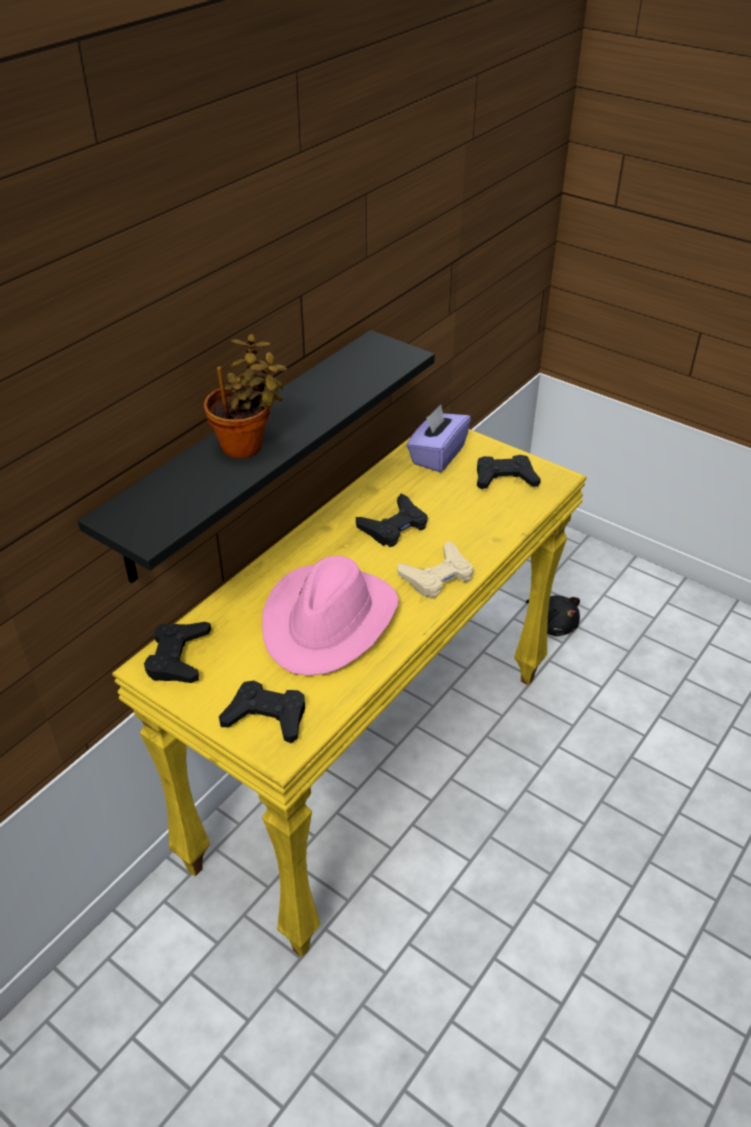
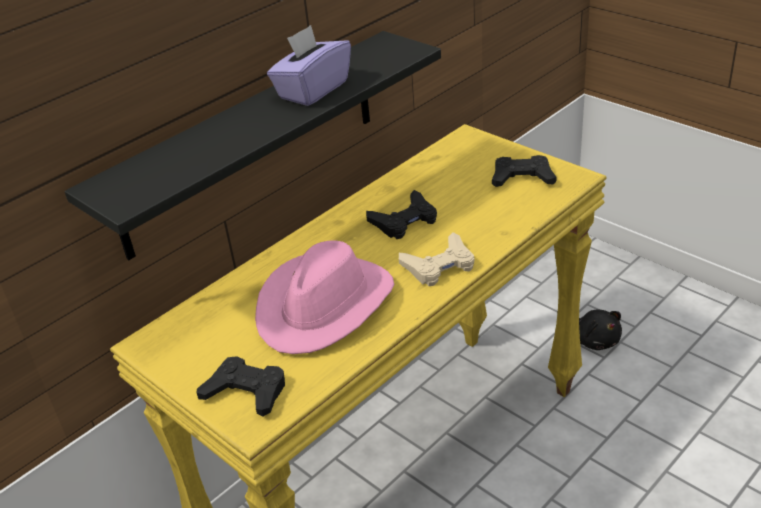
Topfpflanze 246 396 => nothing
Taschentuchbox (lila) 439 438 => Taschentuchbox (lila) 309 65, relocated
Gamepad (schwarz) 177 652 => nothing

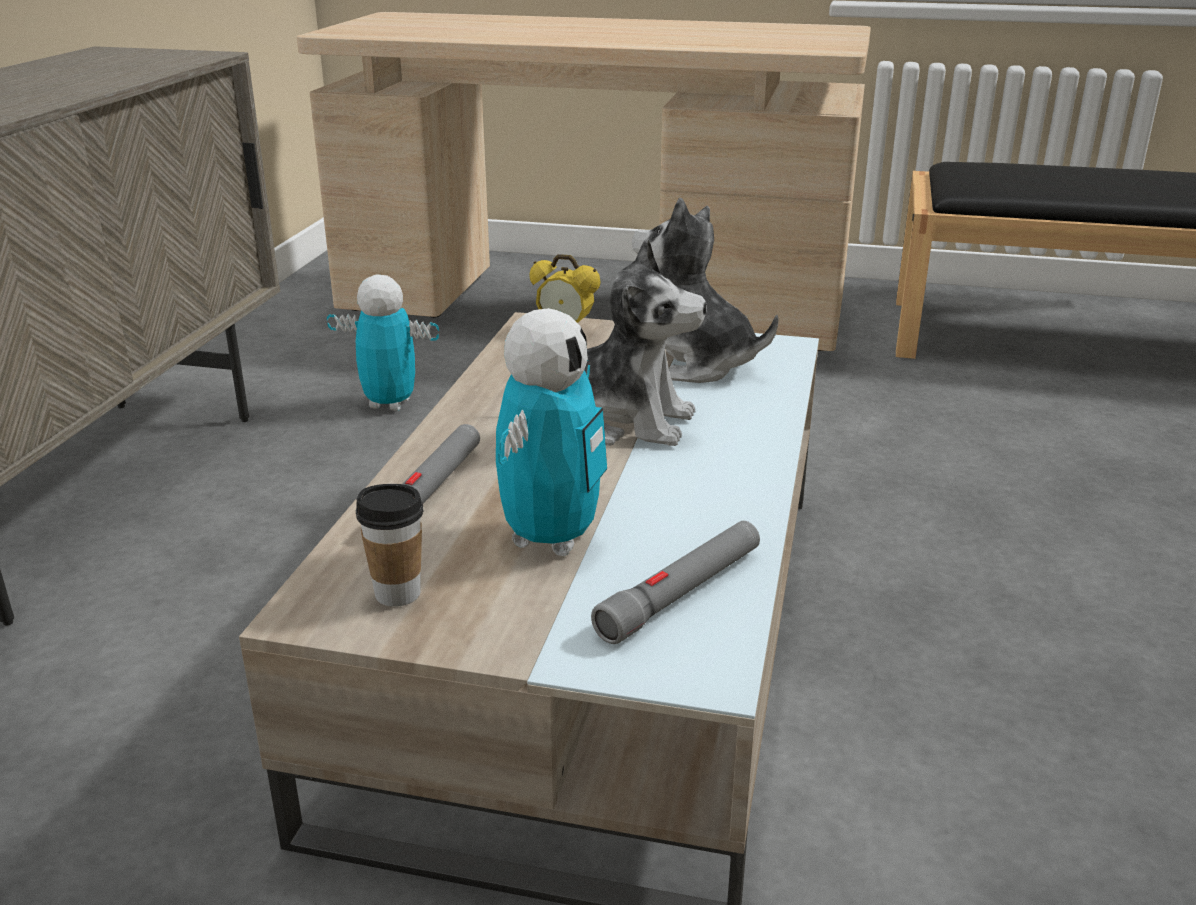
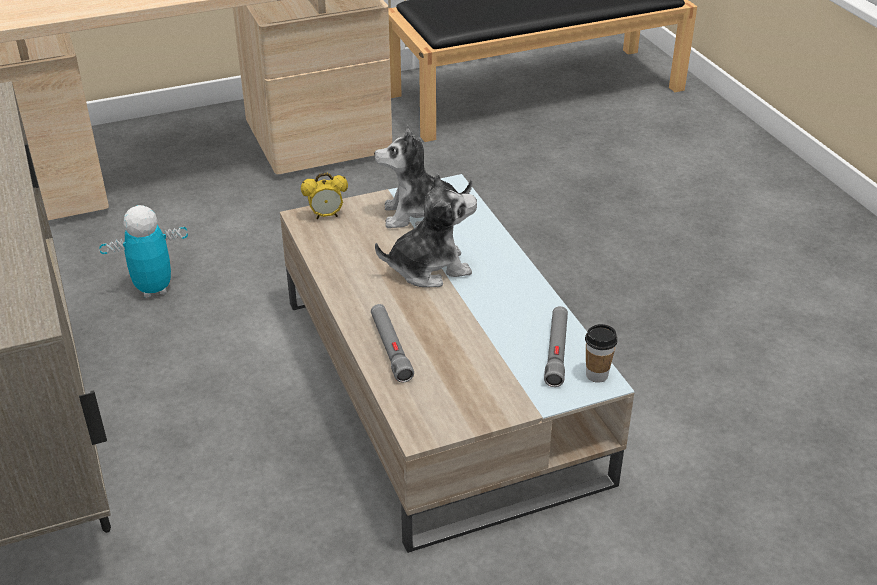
Spielzeugroboter 551 432 => nothing
Tasse 390 545 => Tasse 601 353, relocated

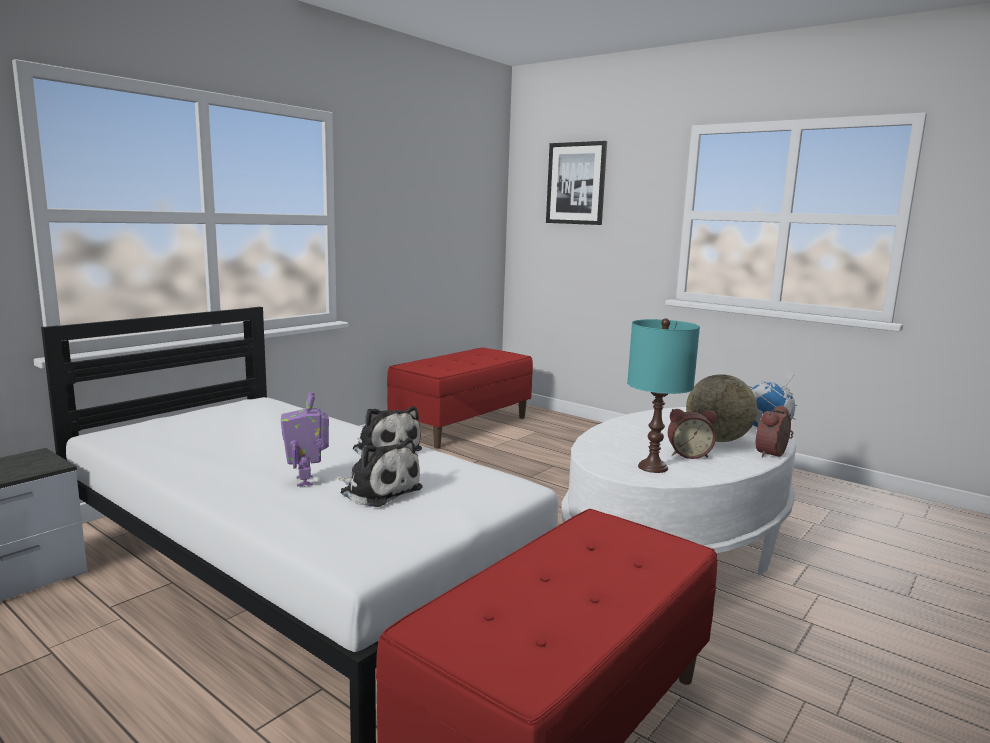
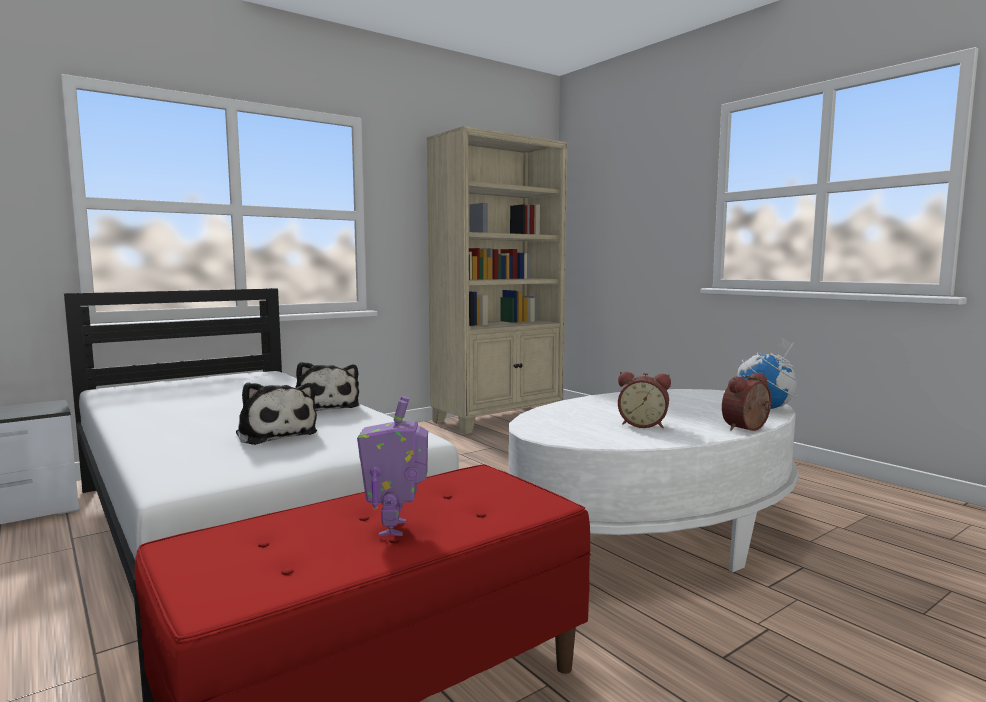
Bild 576 183 => nothing
Tischlampe (türkis) 663 395 => nothing
Bank (rot) 460 398 => Bücherregal (beige) 496 280
Globus 721 408 => nothing
Spielzeugroboter 305 439 => Spielzeugroboter 392 466, relocated

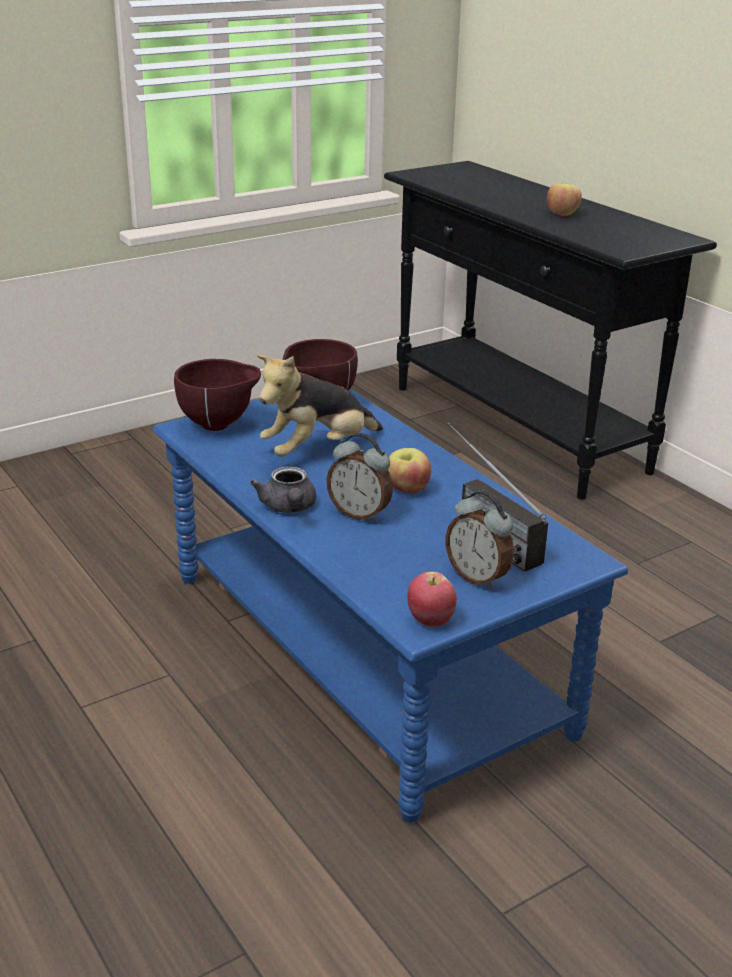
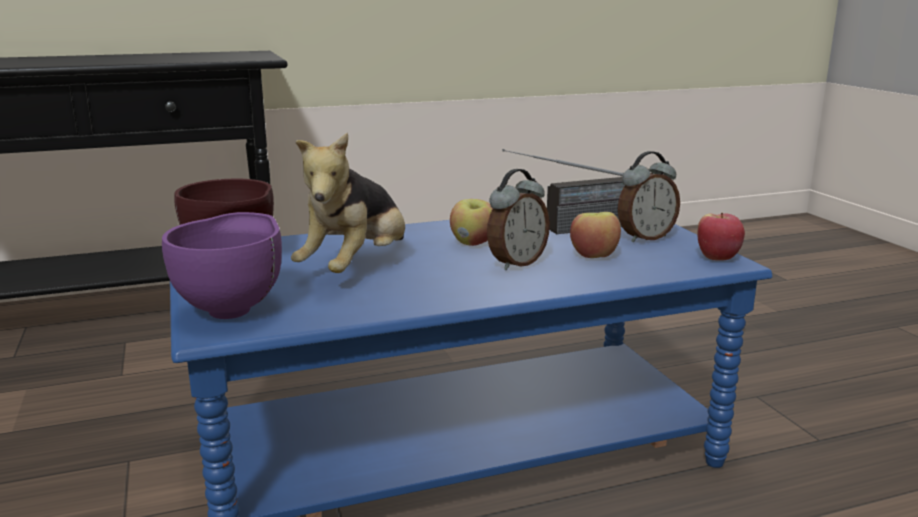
Apfel 564 199 => Apfel 595 235, relocated
Plüschtier 320 406 => Plüschtier 348 203, 45 degrees clockwise
Schüssel (braun) 217 395 => Schüssel (lila) 222 265
Teekanne (grau) 283 489 => nothing

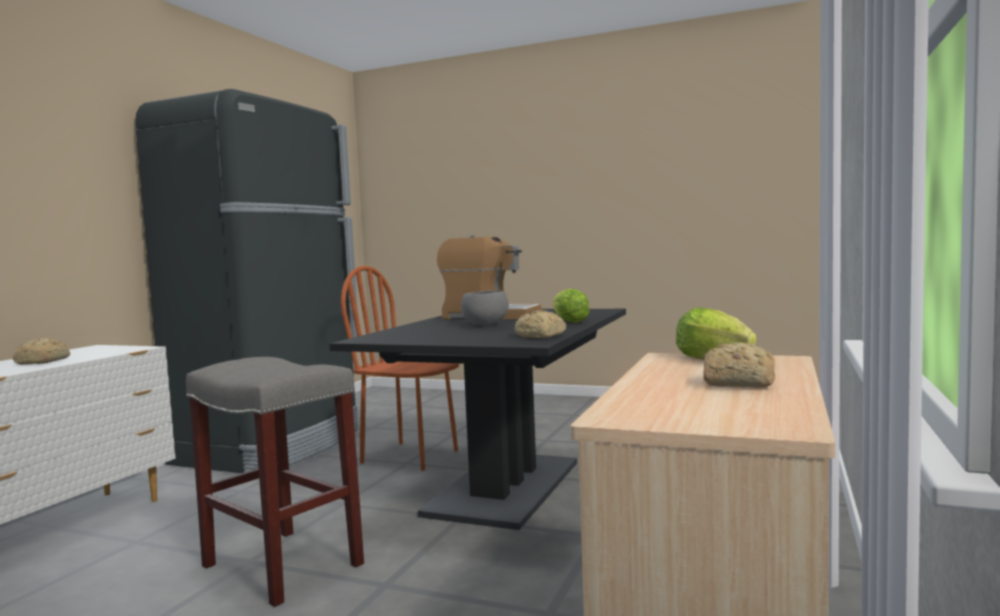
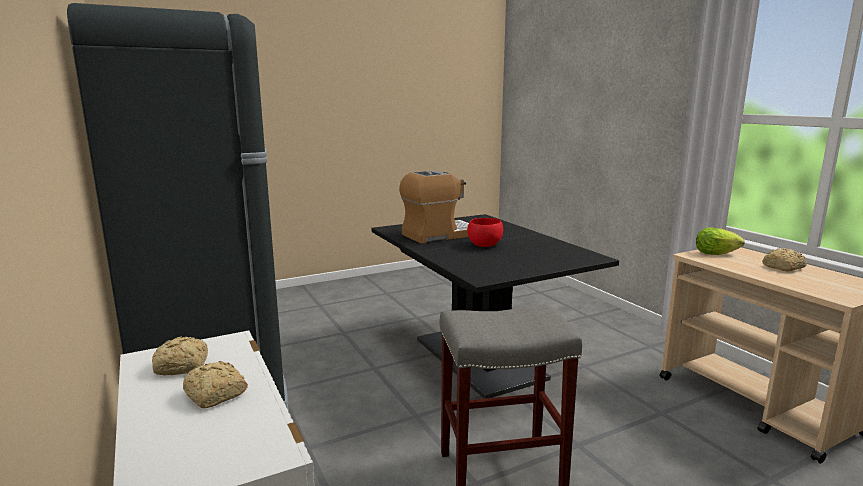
Stuhl (braun) 400 368 => nothing
Salatkopf 571 306 => nothing
Schüssel (grau) 485 308 => Schüssel (rot) 485 232
Brot 540 324 => Brot 180 355, relocated

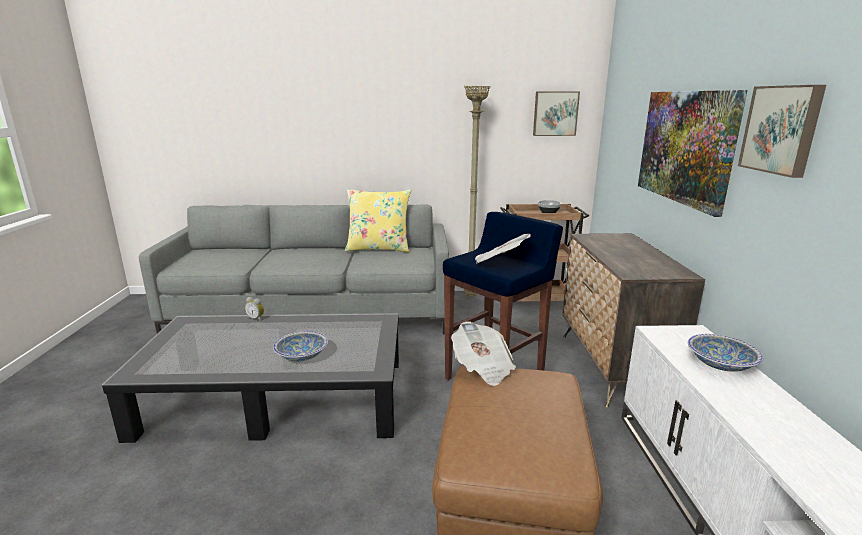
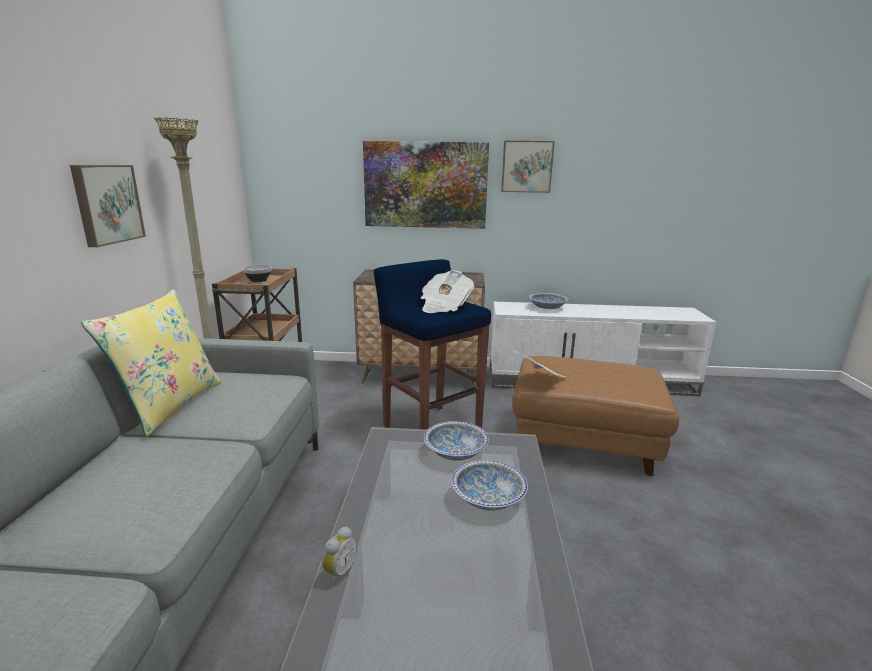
Bild 556 114 => Bild 108 206, relocated
nothing => Schüssel 456 441

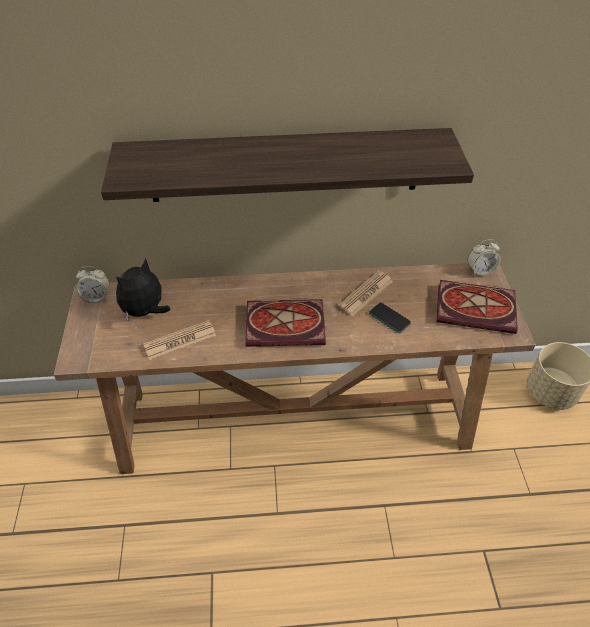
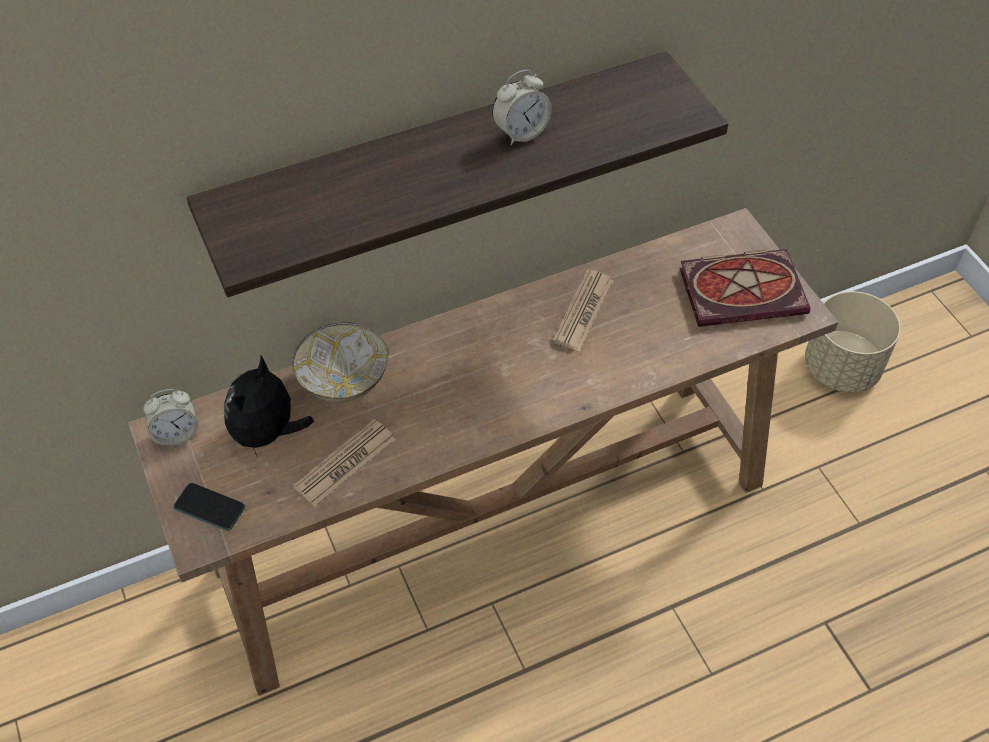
Wecker 484 257 => Wecker 522 107, relocated
Buch 285 323 => nothing
Handy 390 318 => Handy 209 507, relocated
nothing => Schüssel 340 362

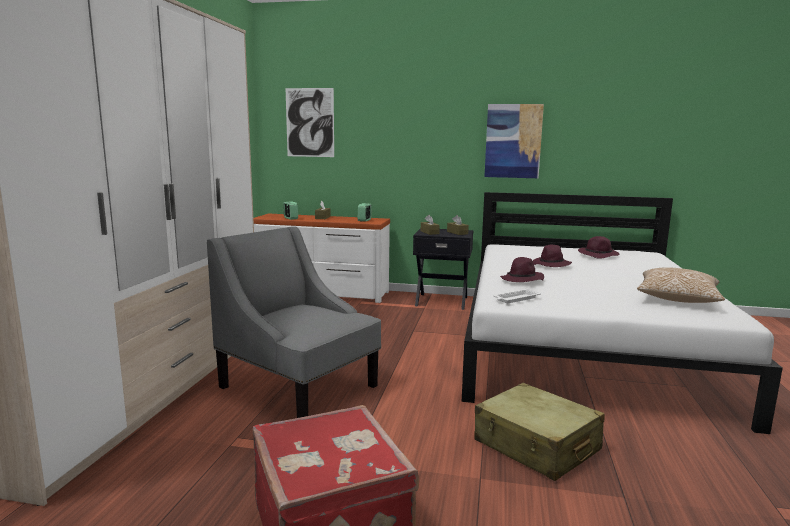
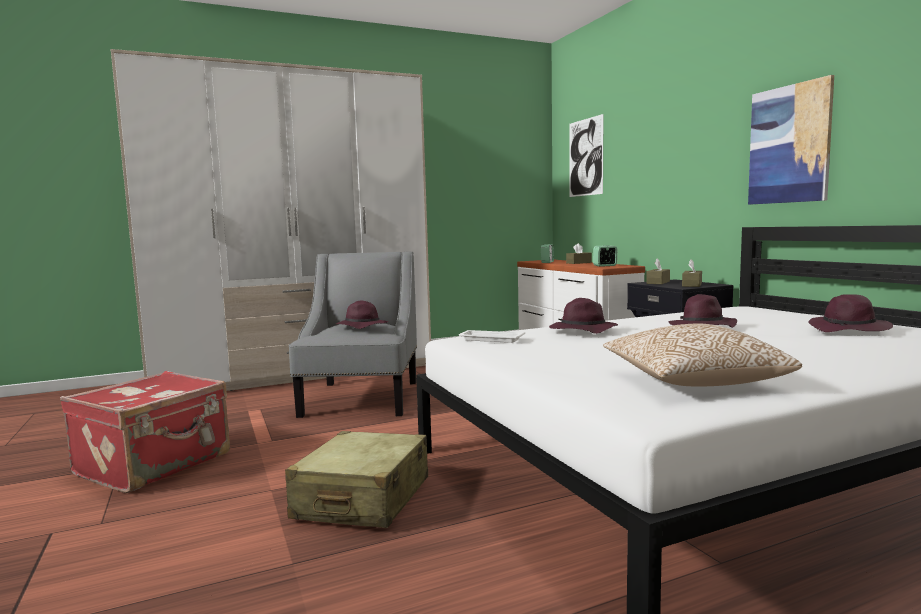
nothing => Hut (lila) 362 315

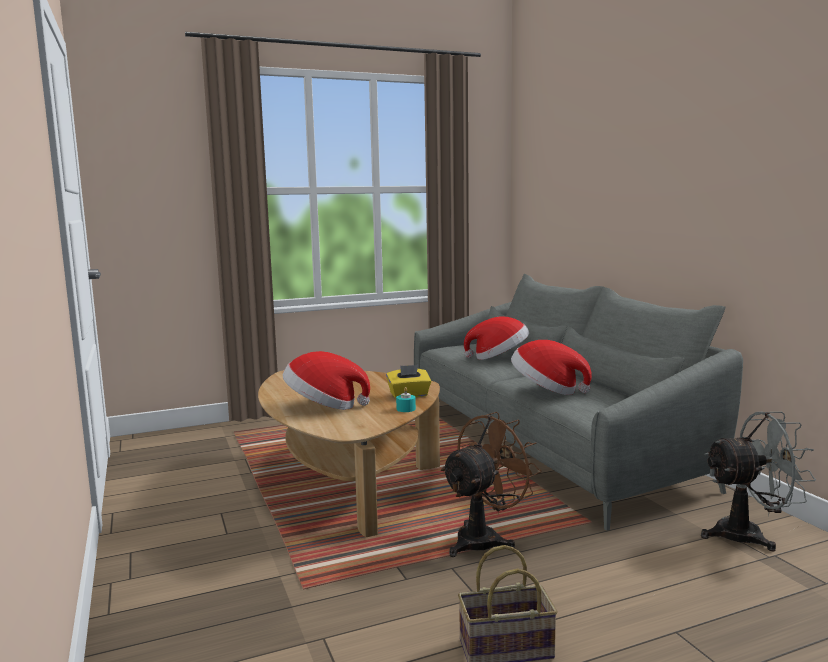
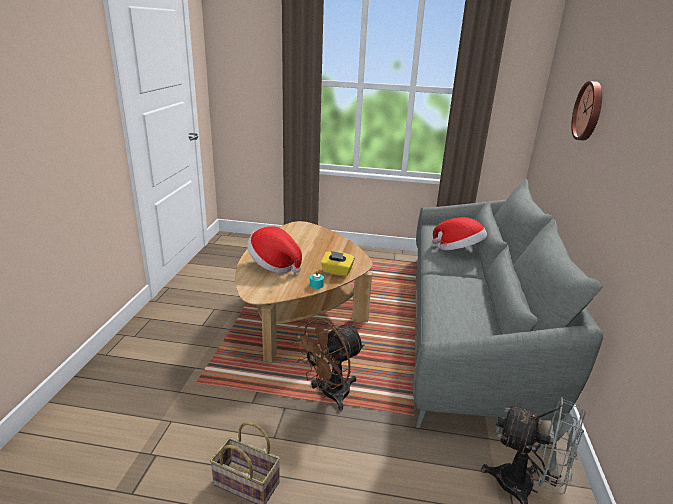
Hut 551 367 => nothing
Ventilator (braun) 491 484 => Ventilator (braun) 328 364, 150 degrees clockwise
nothing => Wanduhr 586 111

